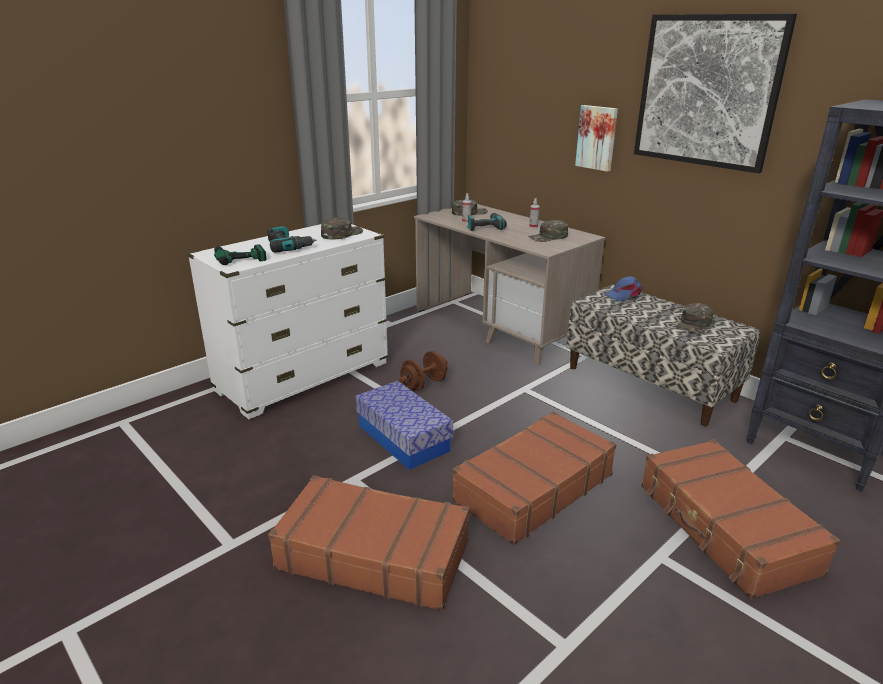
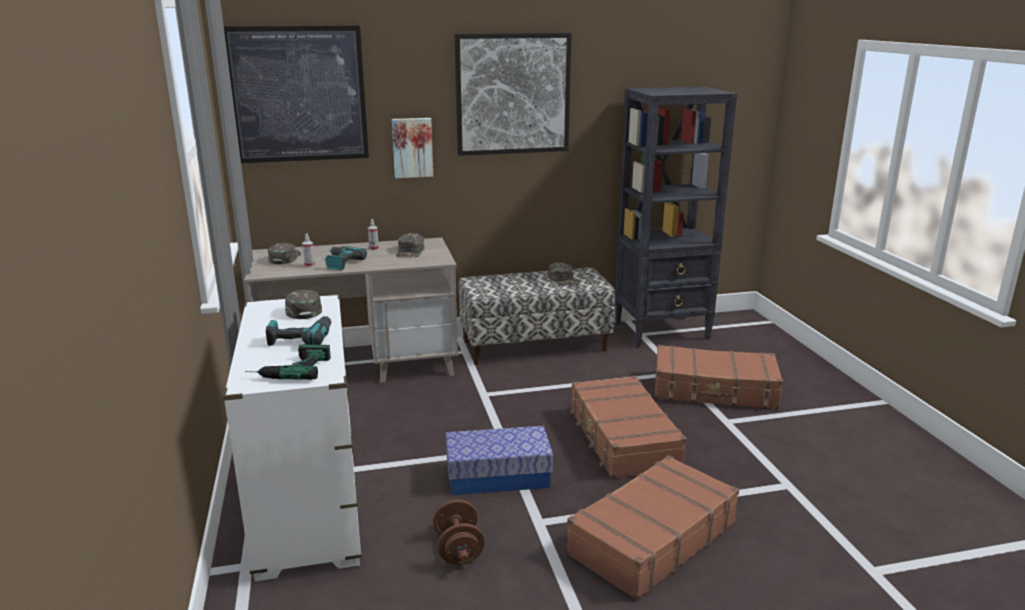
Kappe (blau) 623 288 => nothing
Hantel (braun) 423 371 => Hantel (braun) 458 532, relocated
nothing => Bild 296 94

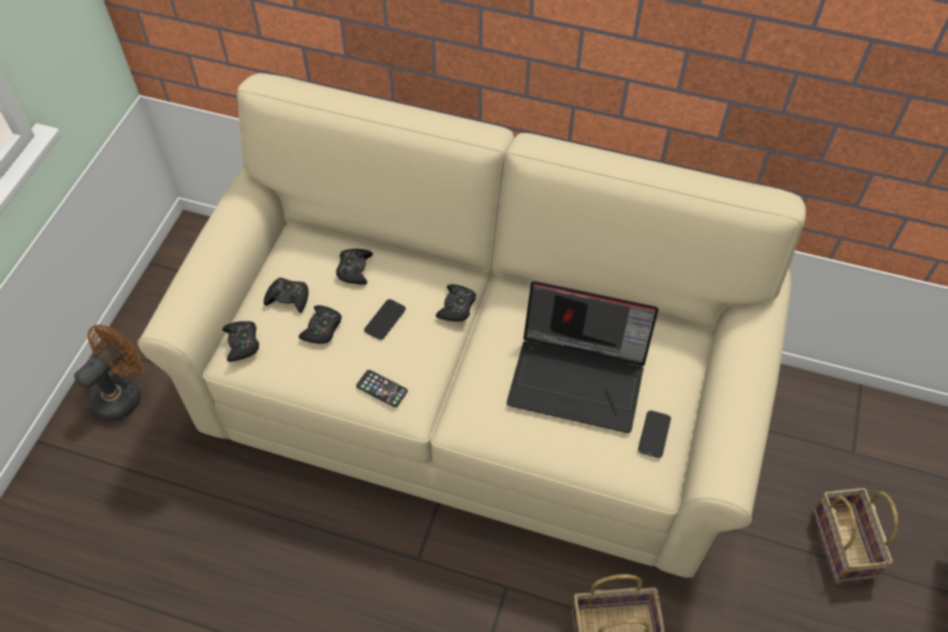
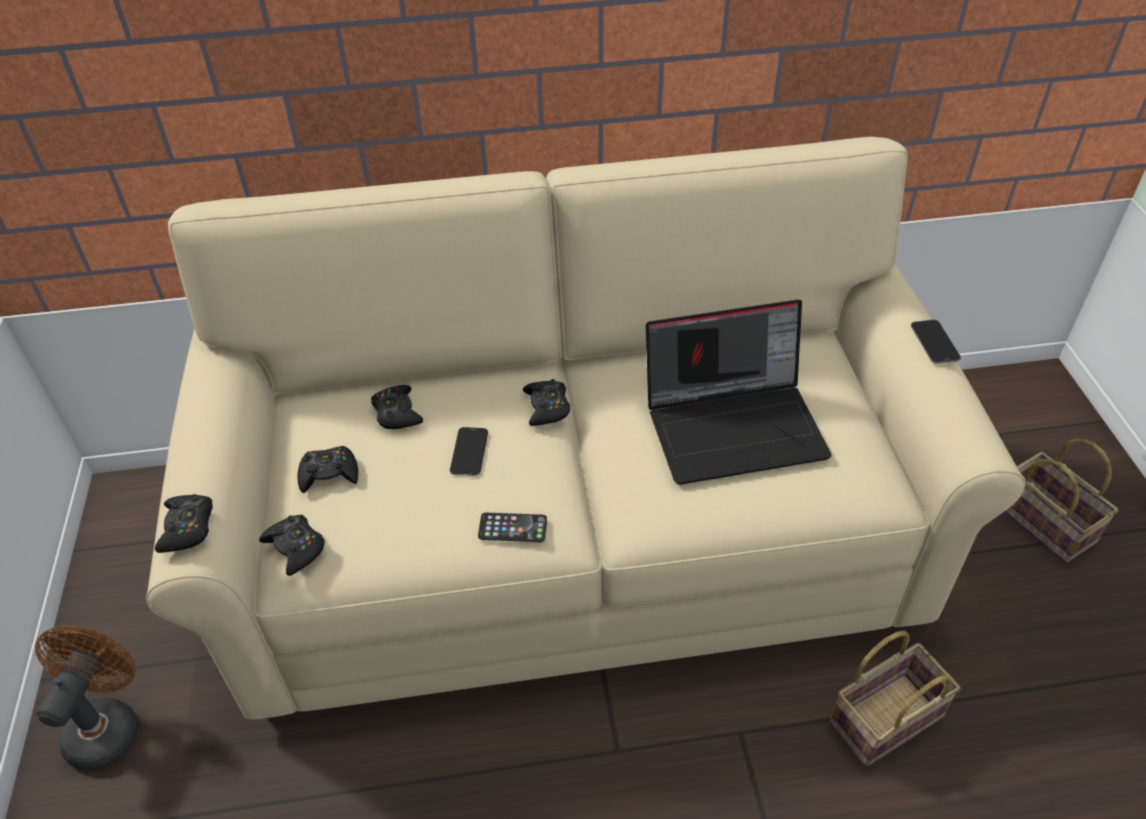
Gamepad (schwarz) 320 324 => Gamepad (schwarz) 184 523, relocated
Handy 654 434 => Handy 936 342, relocated

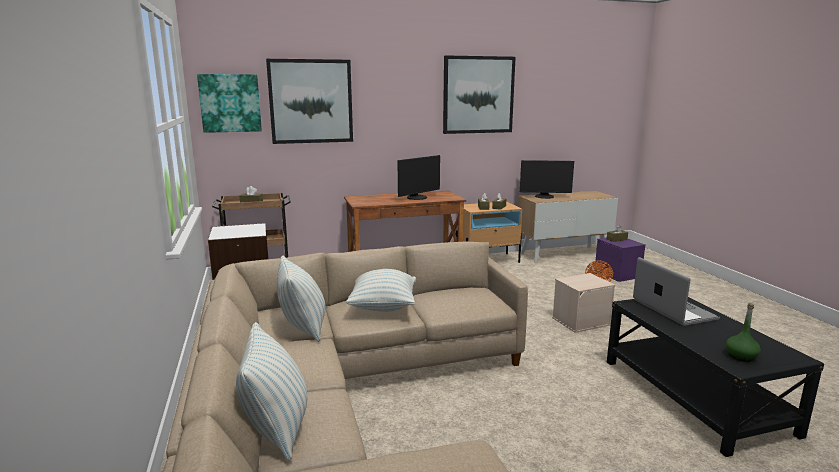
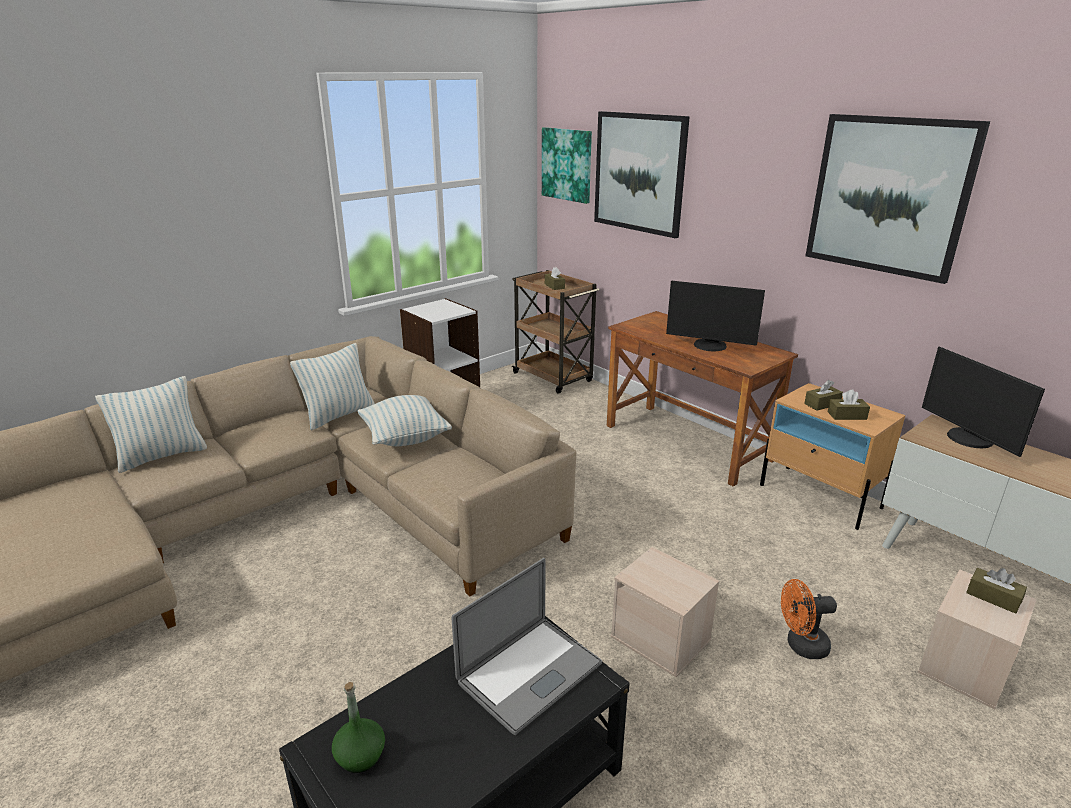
Aufbewahrungsbox (lila) 620 259 => Aufbewahrungsbox (beige) 977 639

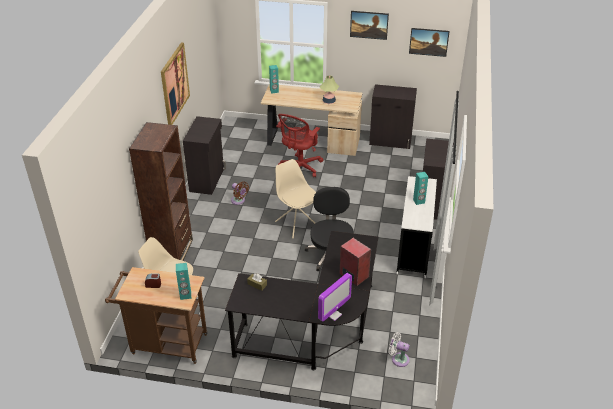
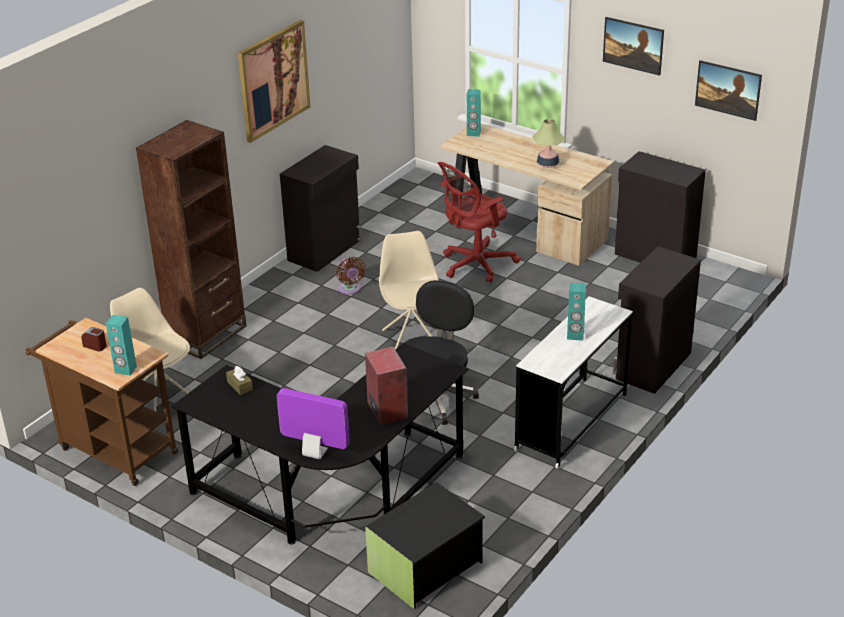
Monitor 335 297 => Monitor 313 423, 135 degrees counterclockwise
Ventilator (weiß) 399 349 => Aufbewahrungsbox (schwarz) 425 545

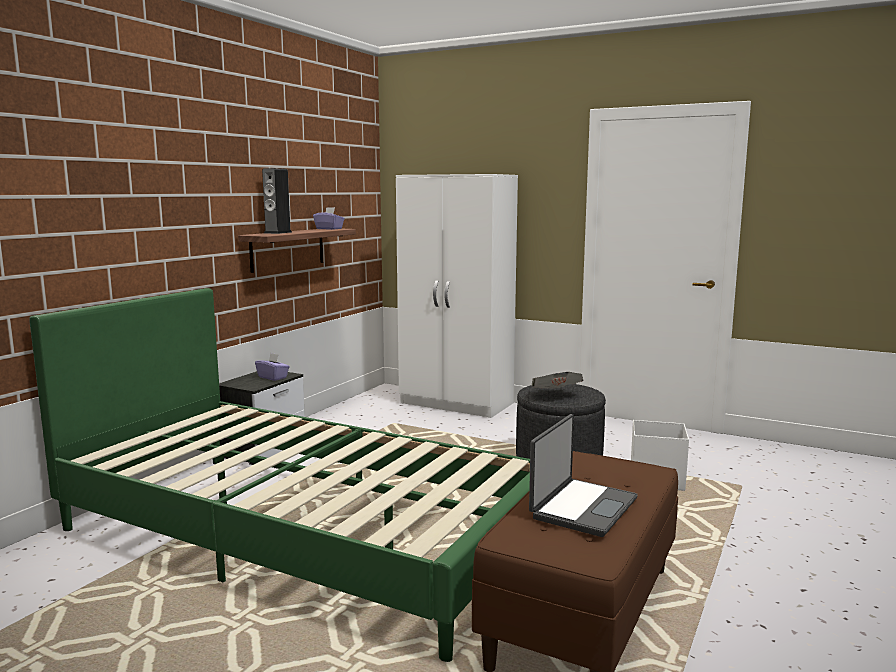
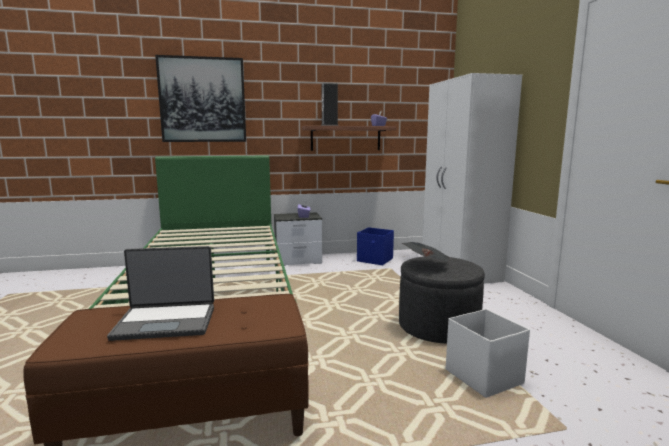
nothing => Bild 200 98
nothing => Aufbewahrungsbox (blau) 375 246

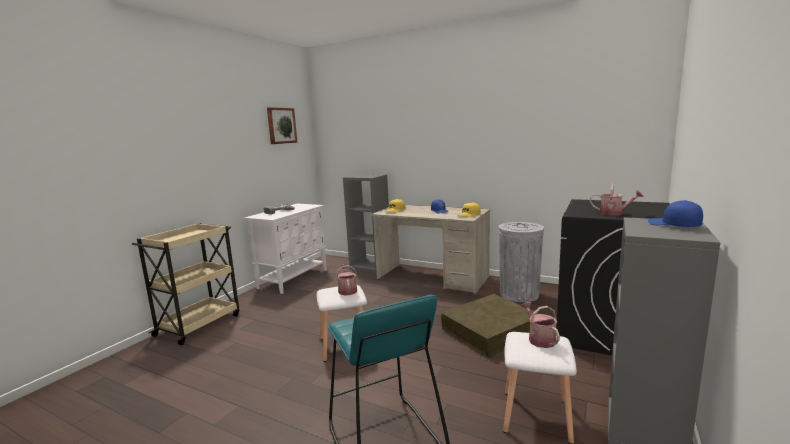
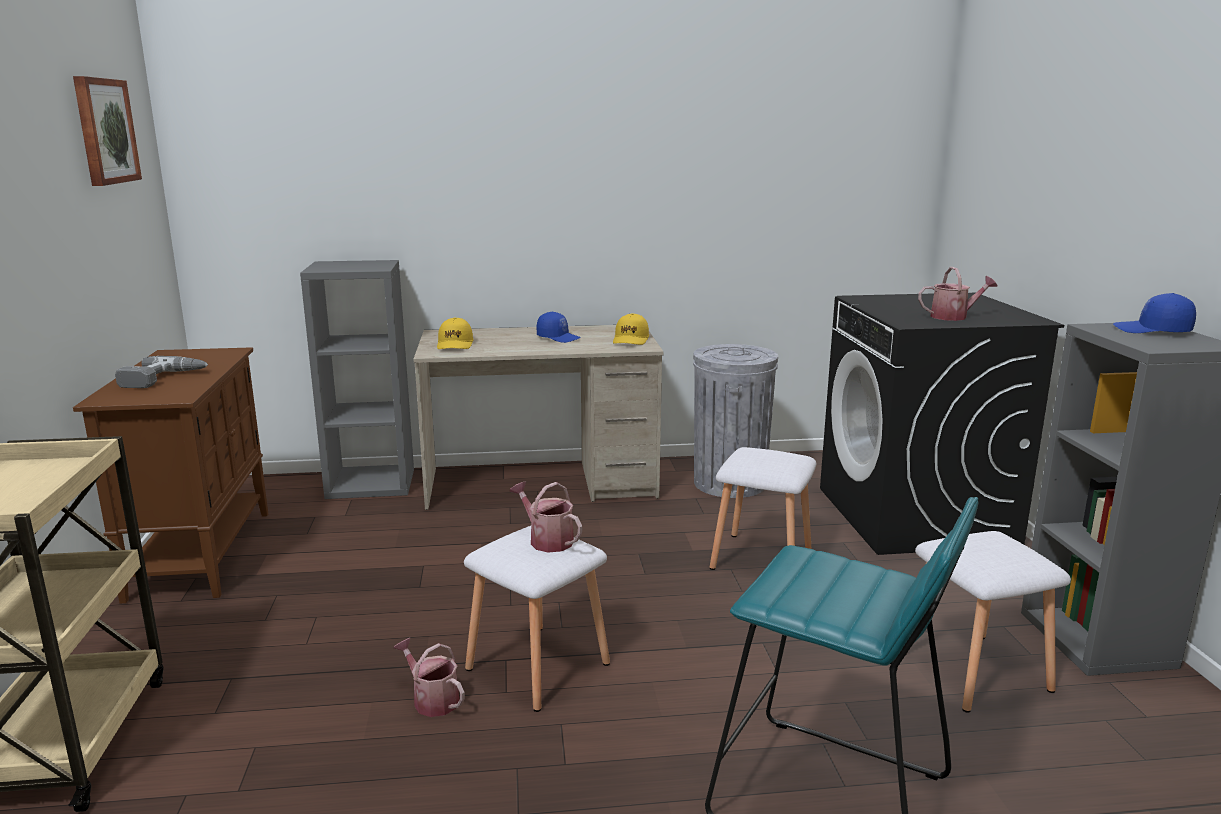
Schrank (weiß) 285 249 => Schrank (braun) 170 475
Aufbewahrungsbox (braun) 490 326 => Hocker (weiß) 763 508
Gießkanne 540 325 => Gießkanne 429 677, relocated

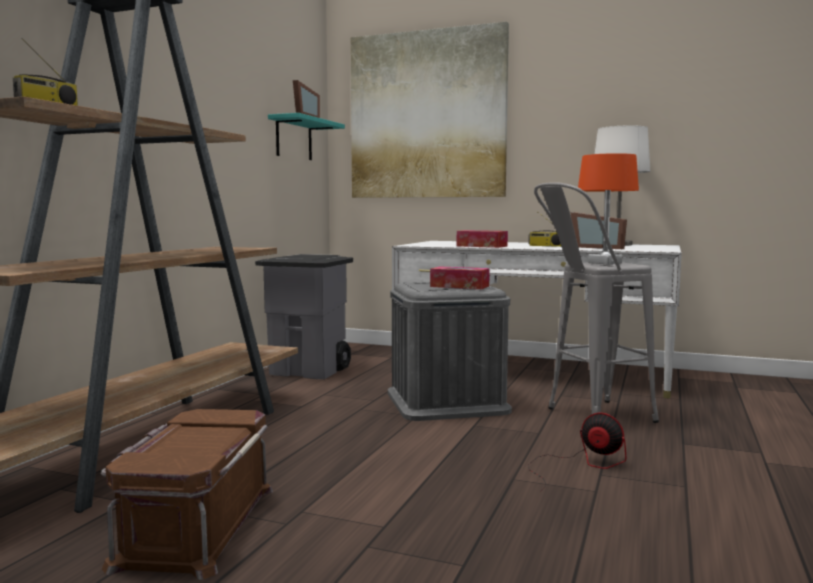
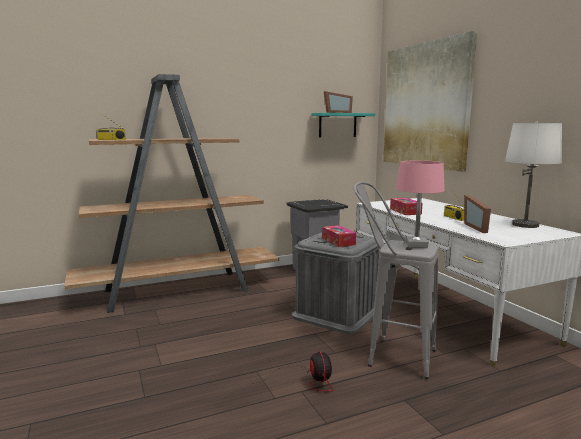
Tischlampe (orange) 608 209 => Tischlampe (rosa) 420 204
Aufbewahrungsbox (braun) 187 494 => nothing

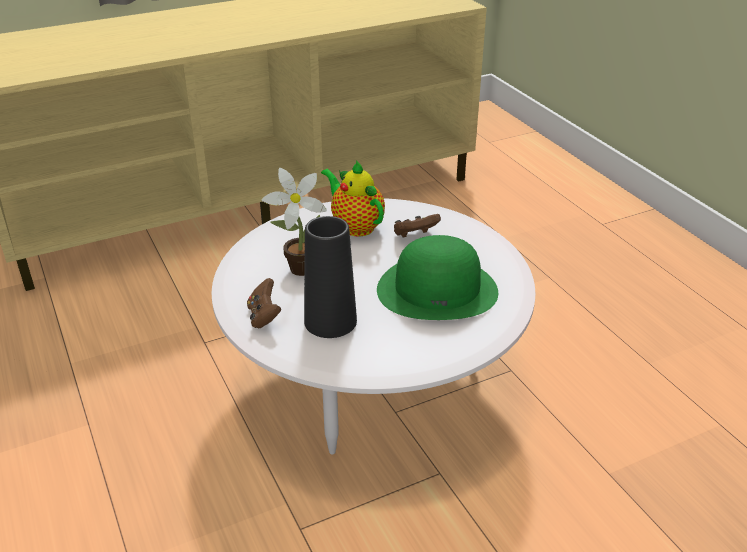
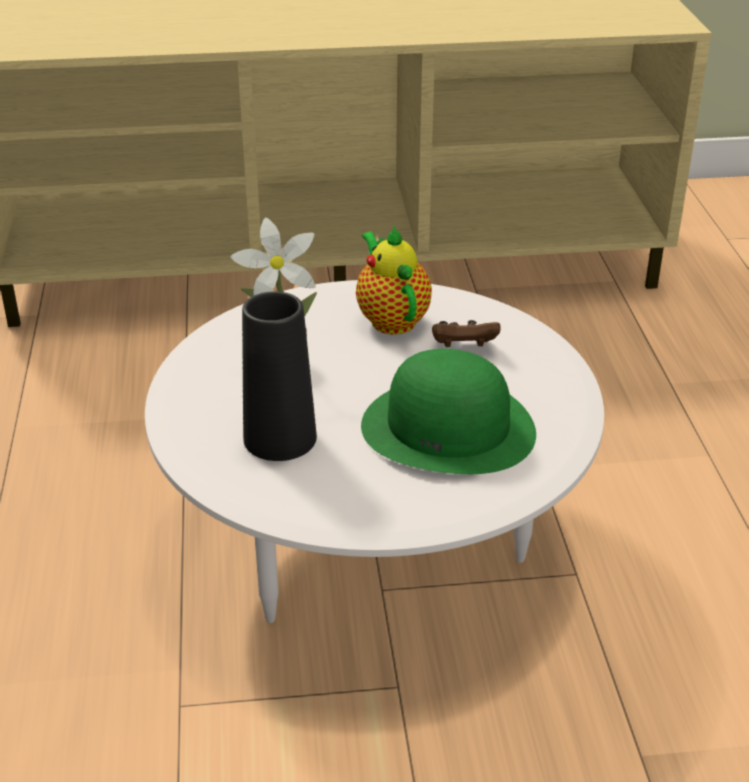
Gamepad (braun) 264 303 => nothing

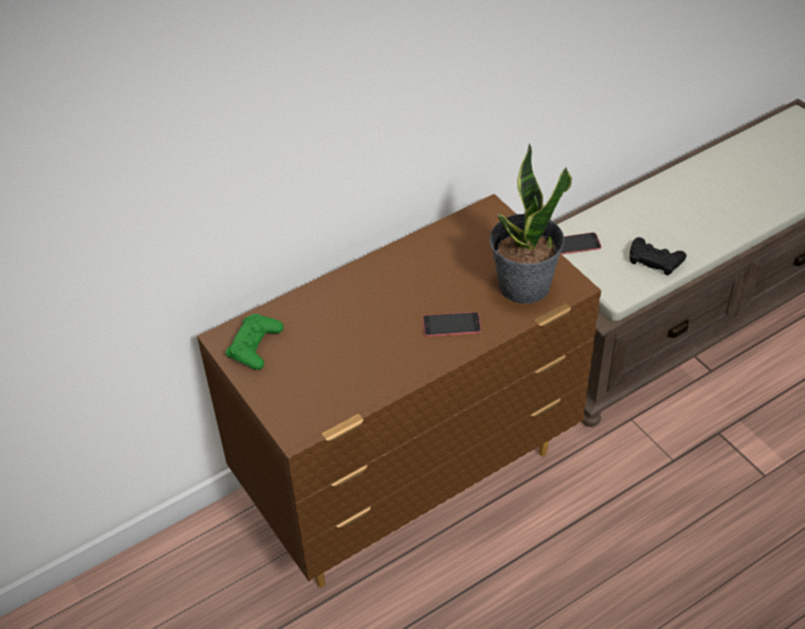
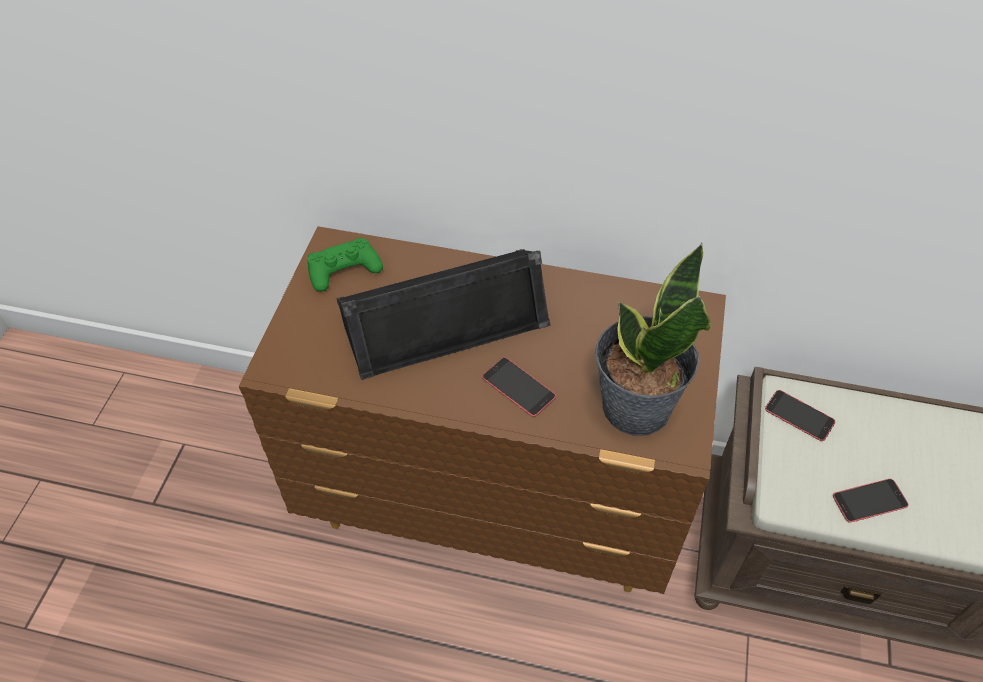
Gamepad (schwarz) 658 256 => Handy 870 501
nothing => Lautsprecher (schwarz) 443 314

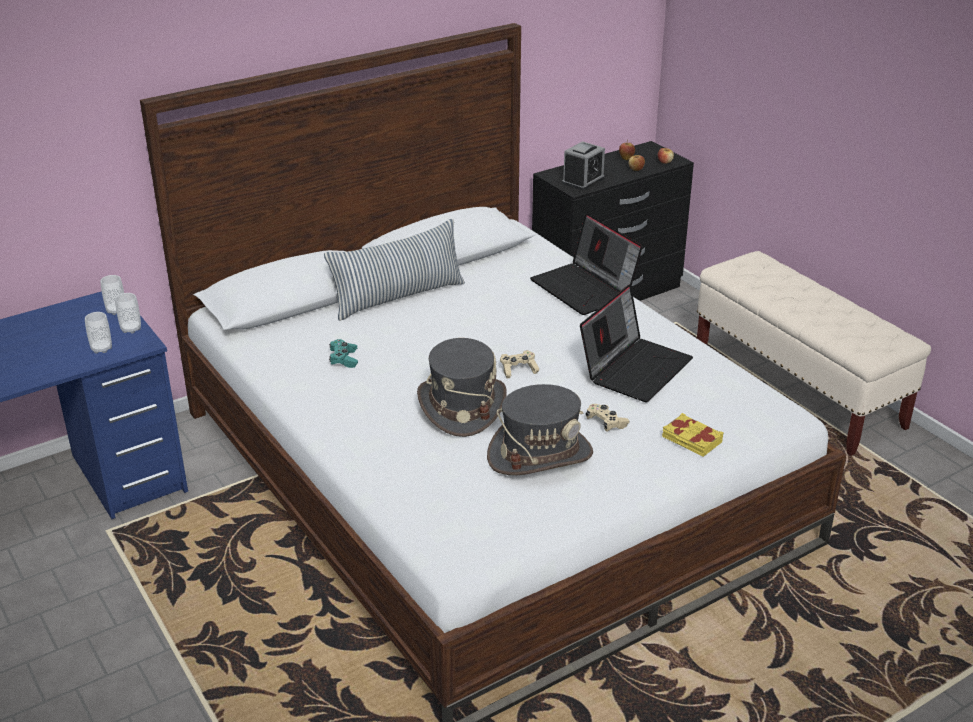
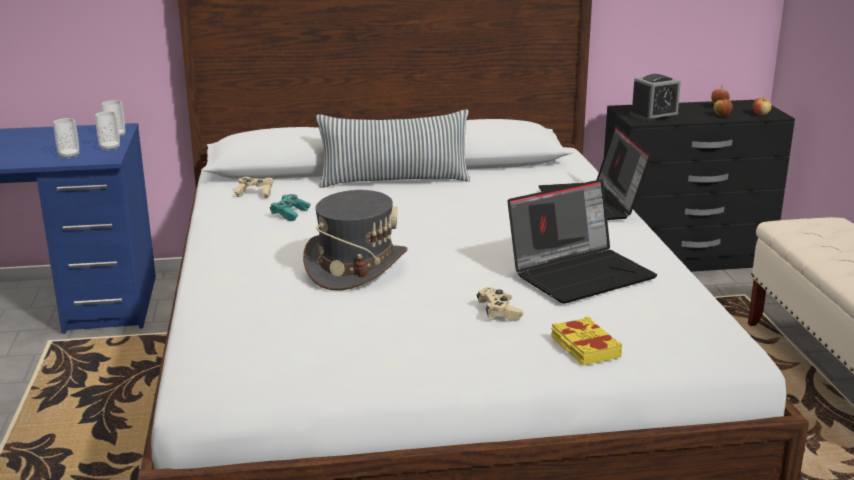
Gamepad (beige) 519 364 => Gamepad (beige) 254 187, relocated
Hut (grau) 540 429 => nothing

